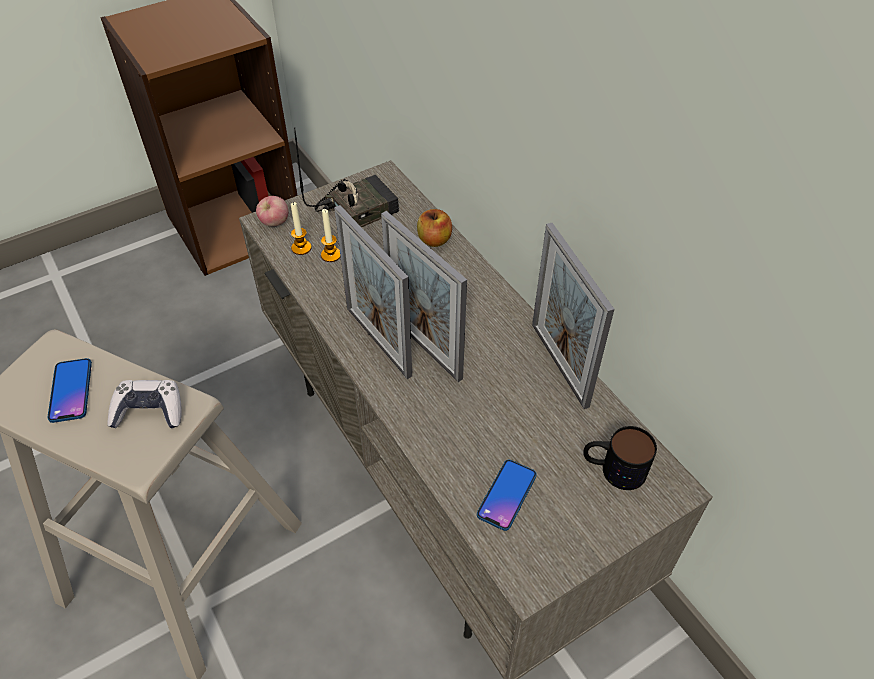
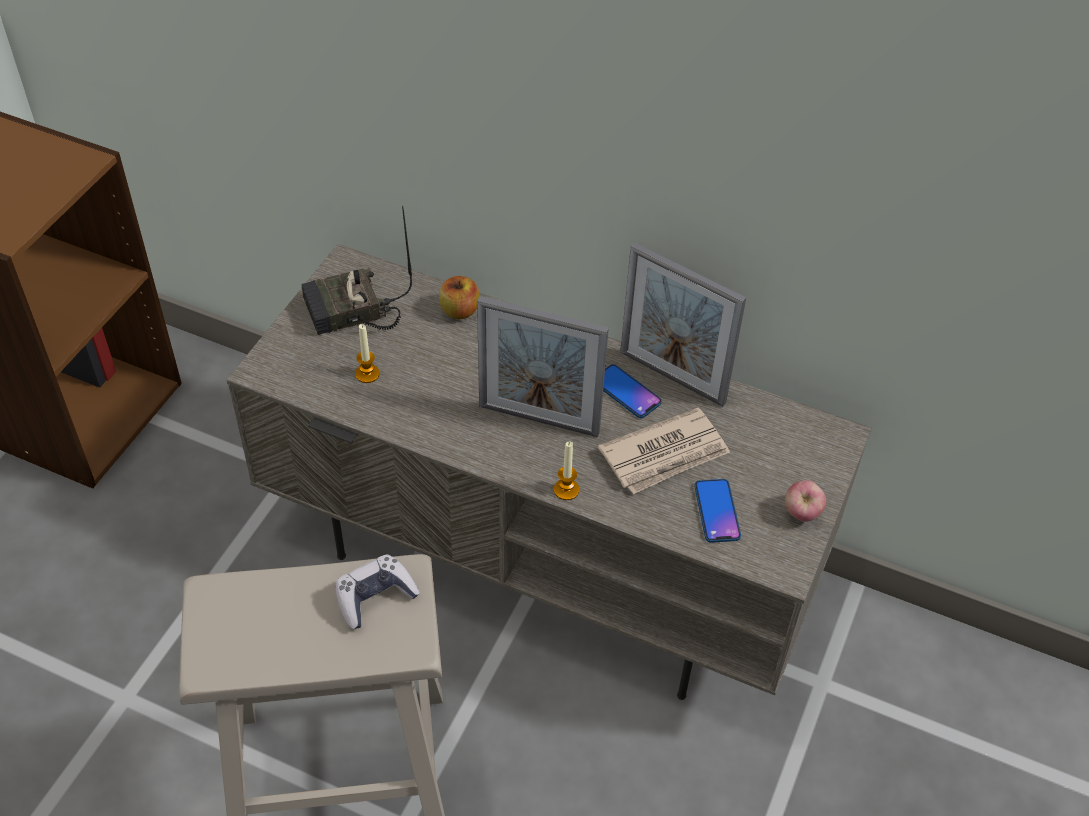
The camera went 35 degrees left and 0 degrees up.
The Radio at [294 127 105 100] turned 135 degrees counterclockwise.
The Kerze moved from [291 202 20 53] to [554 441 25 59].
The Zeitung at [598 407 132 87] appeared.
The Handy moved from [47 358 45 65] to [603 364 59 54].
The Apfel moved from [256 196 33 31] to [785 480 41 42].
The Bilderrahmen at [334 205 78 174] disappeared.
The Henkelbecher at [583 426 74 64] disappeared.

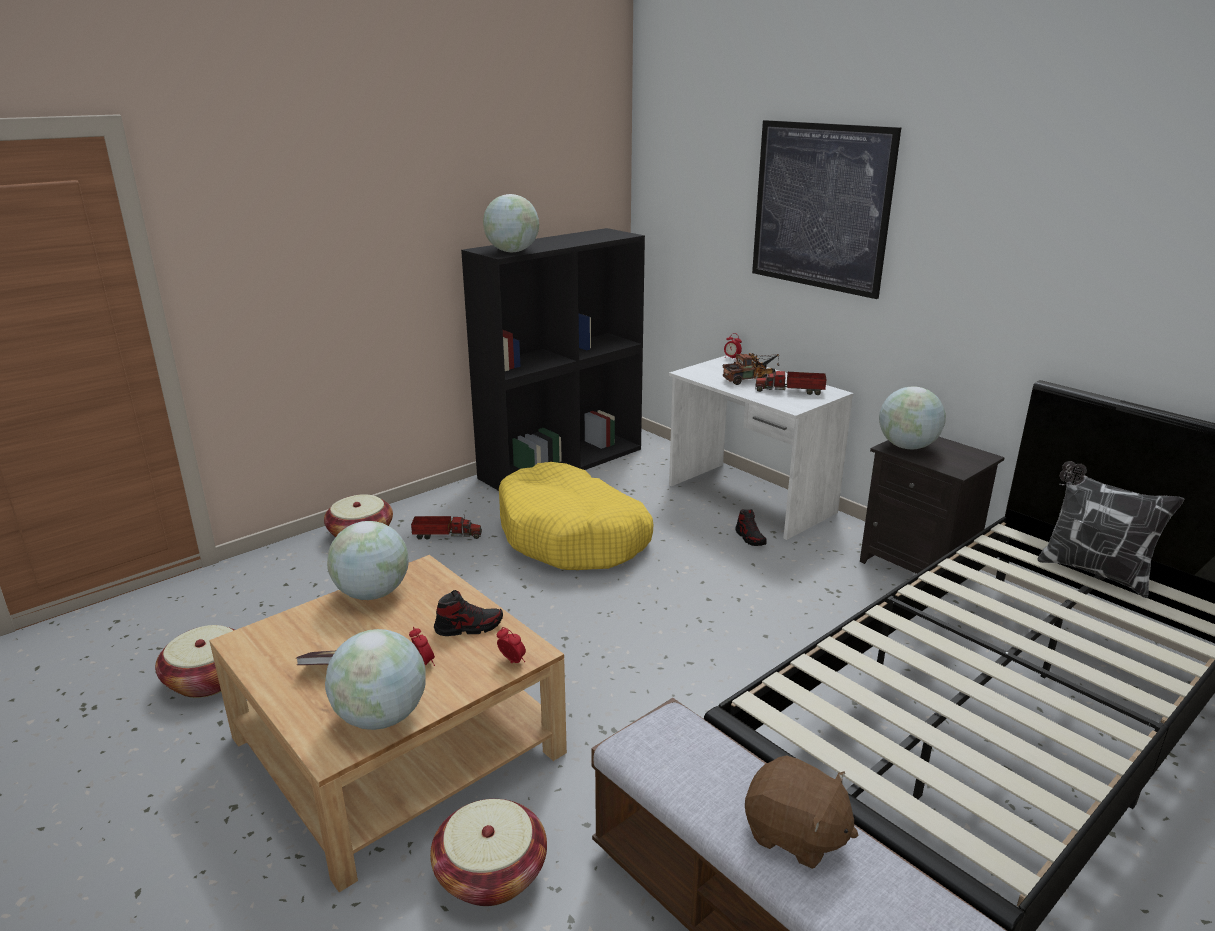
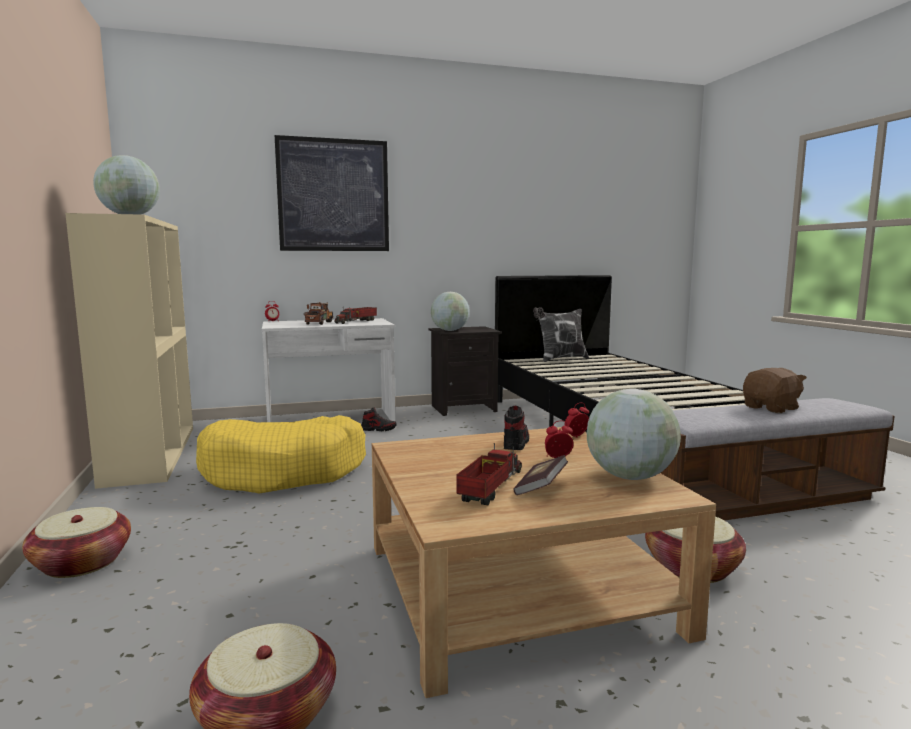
The camera went 65 degrees left and 15 degrees down.
The Bücherregal/schwarz at [461 228 184 263] became the Bücherregal/beige at [65 213 128 276].
The Spielzeuglaster moved from [411 514 71 26] to [456 443 66 62].
The Globus at [327 521 81 79] disappeared.

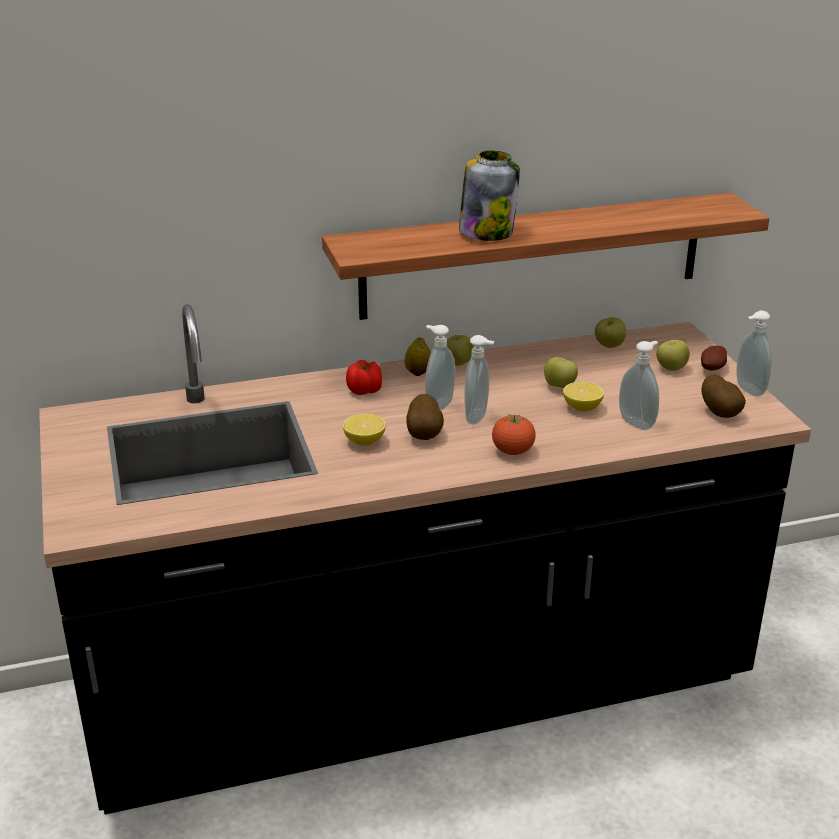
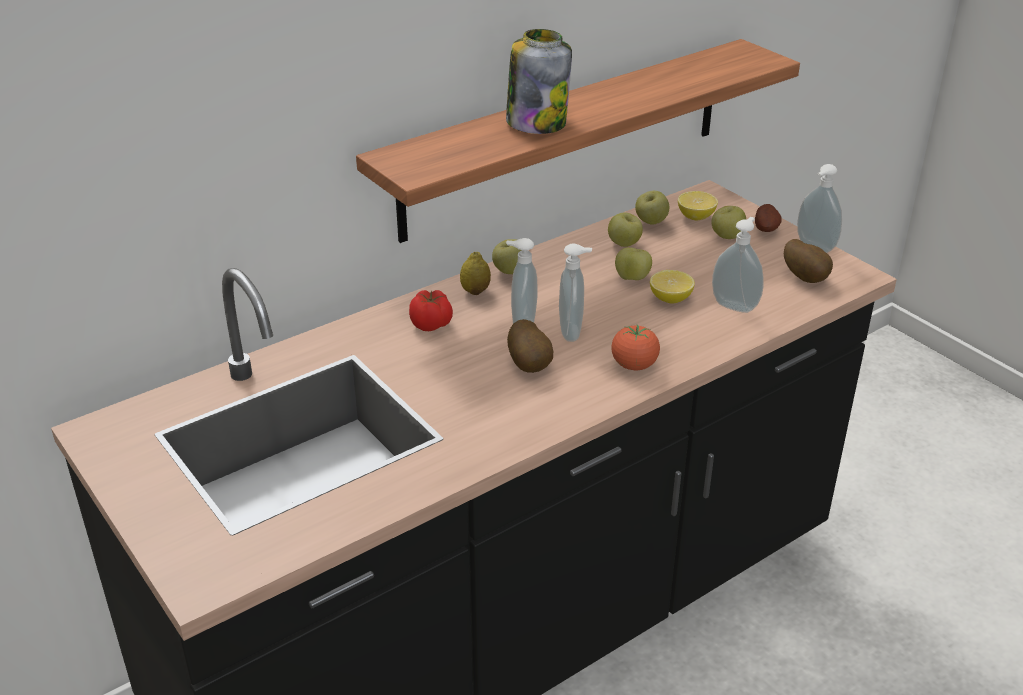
The camera went 20 degrees left and 5 degrees up.
The Apfel at [608 212 35 35] appeared.
The Zitrone moved from [343 414 43 32] to [678 191 40 29].

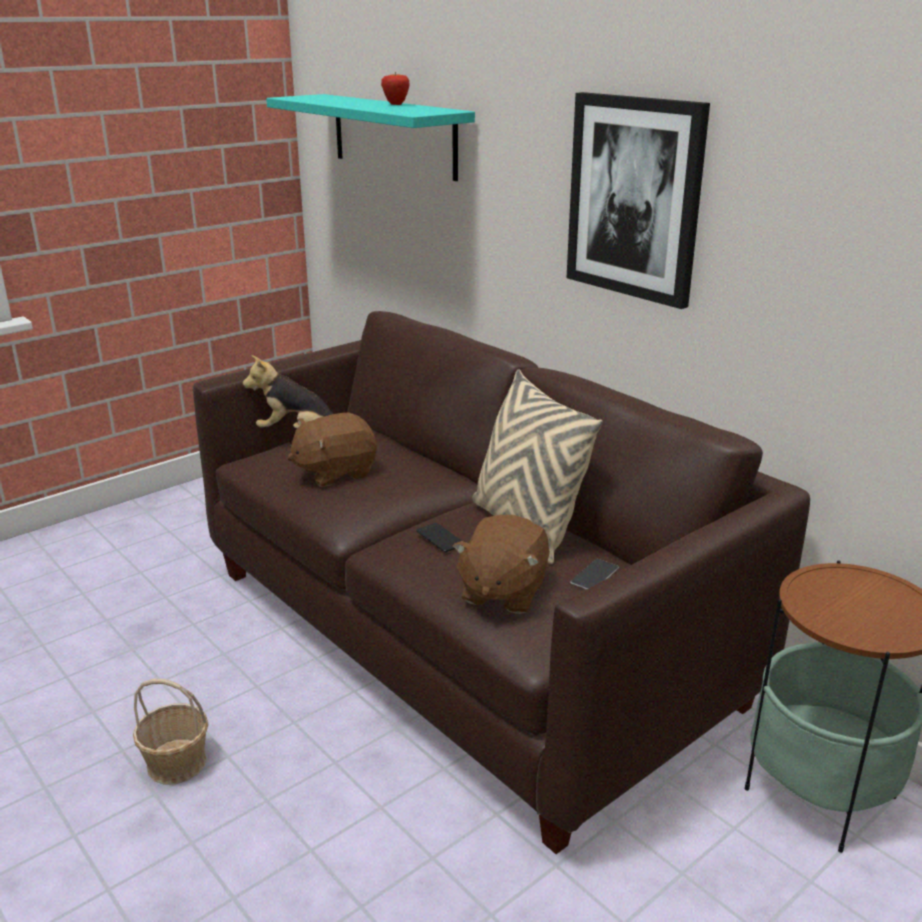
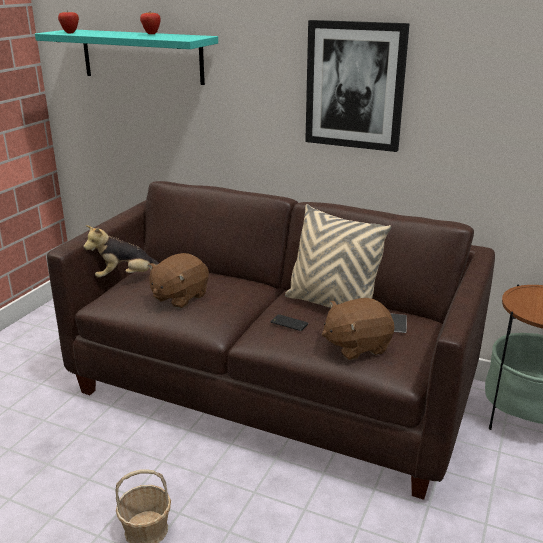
The camera went 25 degrees left and 0 degrees up.
The Apfel at [58 10 21 23] appeared.
The Plüschtier/braun at [453 515 97 99] turned 75 degrees clockwise.

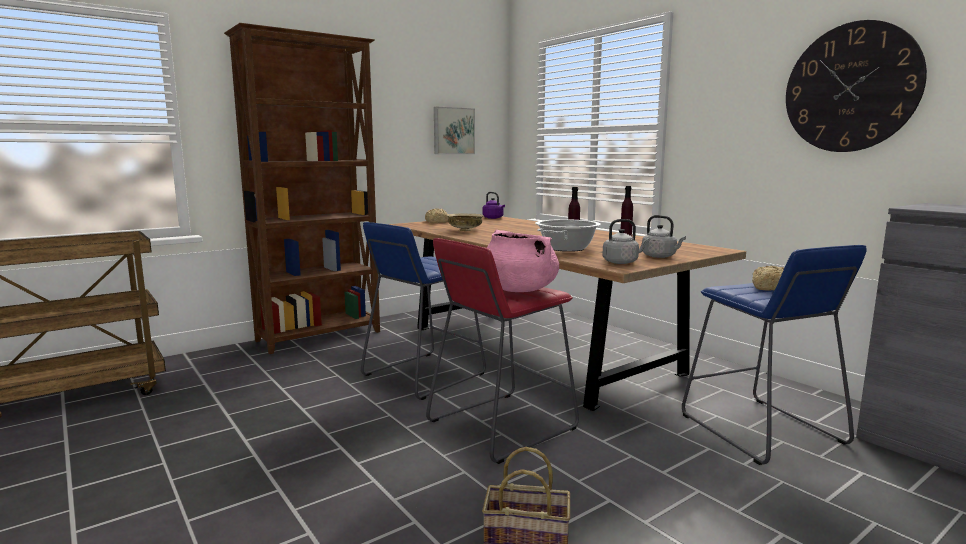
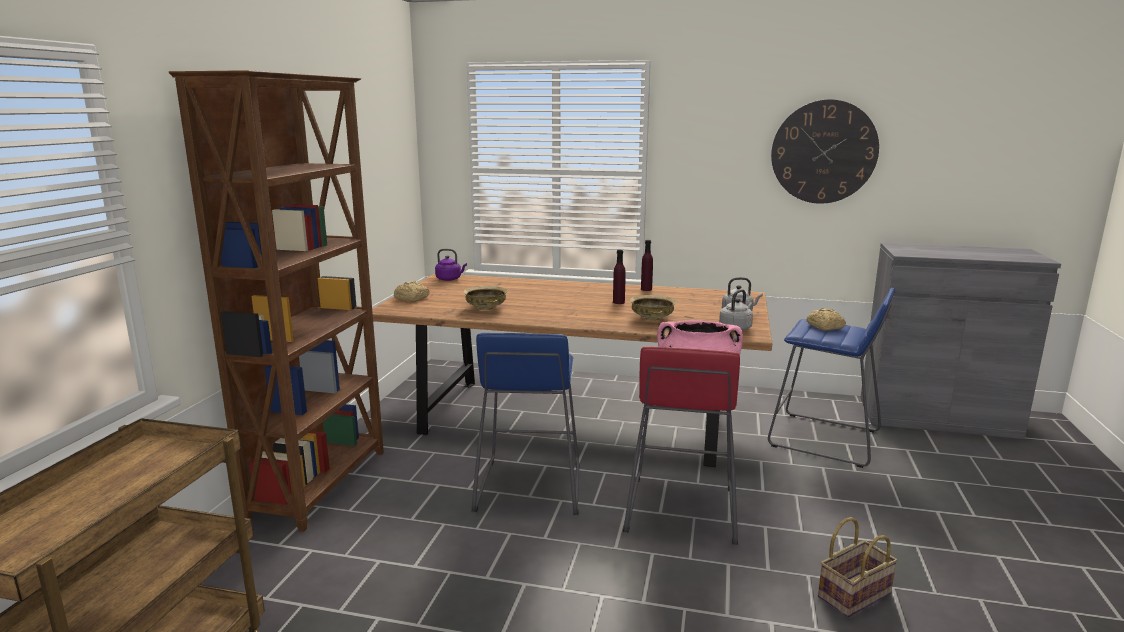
The camera went 40 degrees left and 5 degrees up.
The Kochtopf at [535 219 66 33] was replaced by the Schüssel/beige at [630 295 46 26].
The Bild at [434 107 41 47] disappeared.

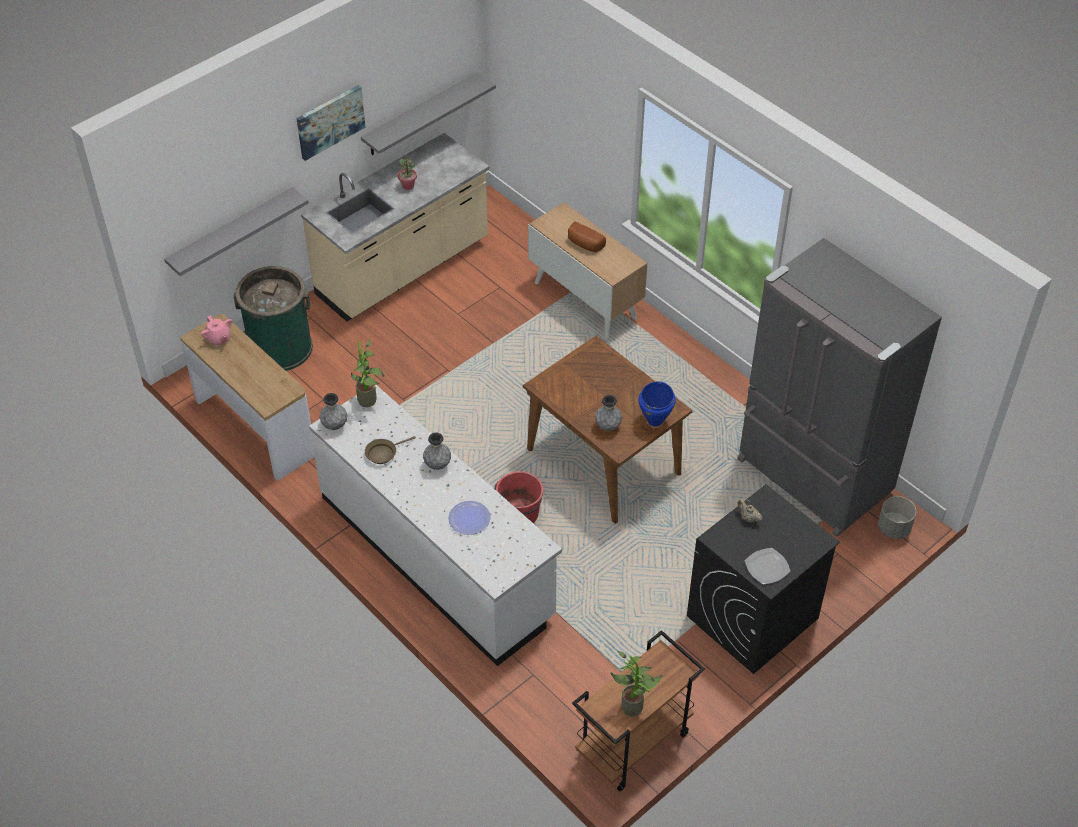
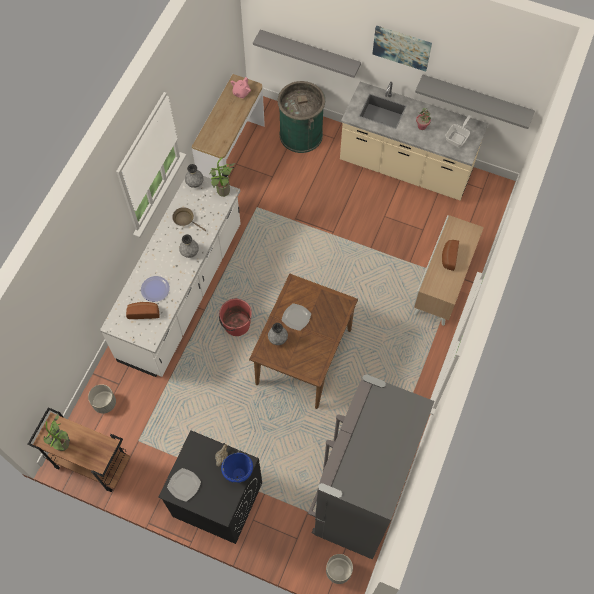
The camera went 65 degrees right and 15 degrees up.
The Pflanzkübel/grau at [88 384 28 30] appeared.
The Brot at [126 302 33 17] appeared.
The Kochtopf/blau moved from [638 381 38 46] to [221 453 32 30].
The Teller at [282 303 29 28] appeared.
The Pfanne at [446 115 25 32] appeared.

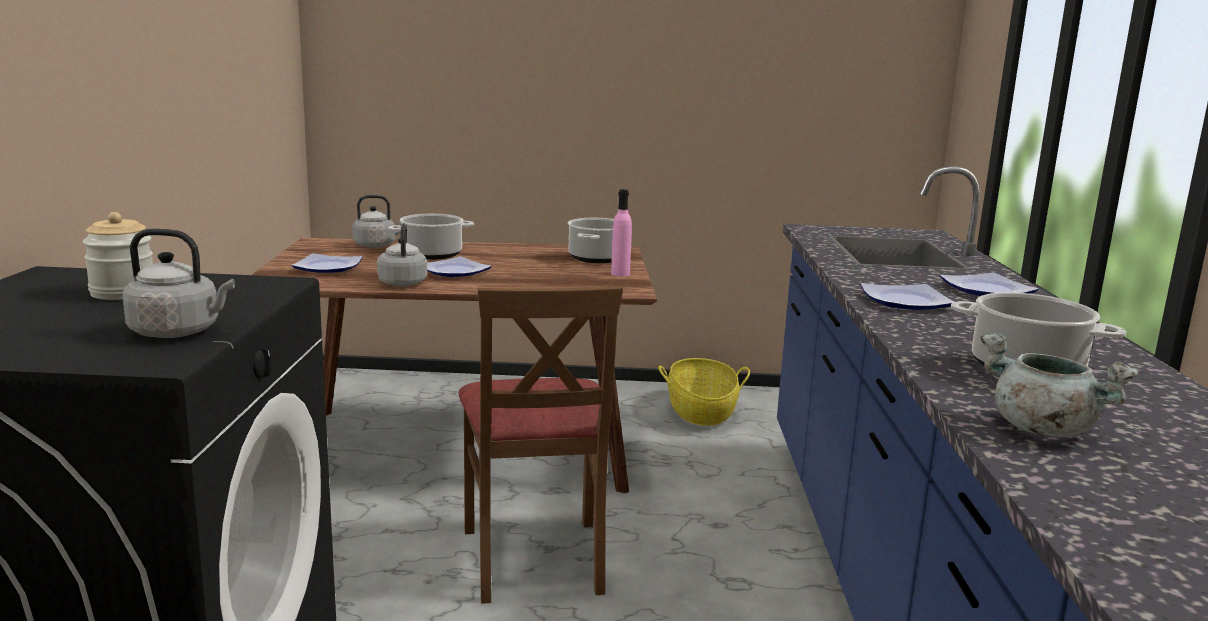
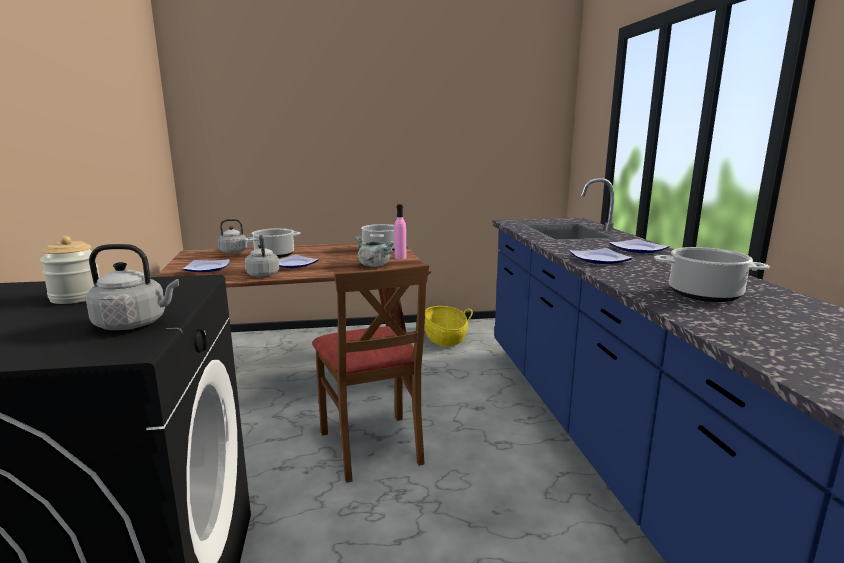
The camera went 10 degrees left and 0 degrees up.
The Kochtopf/grau moved from [981 333 157 105] to [354 236 41 31].

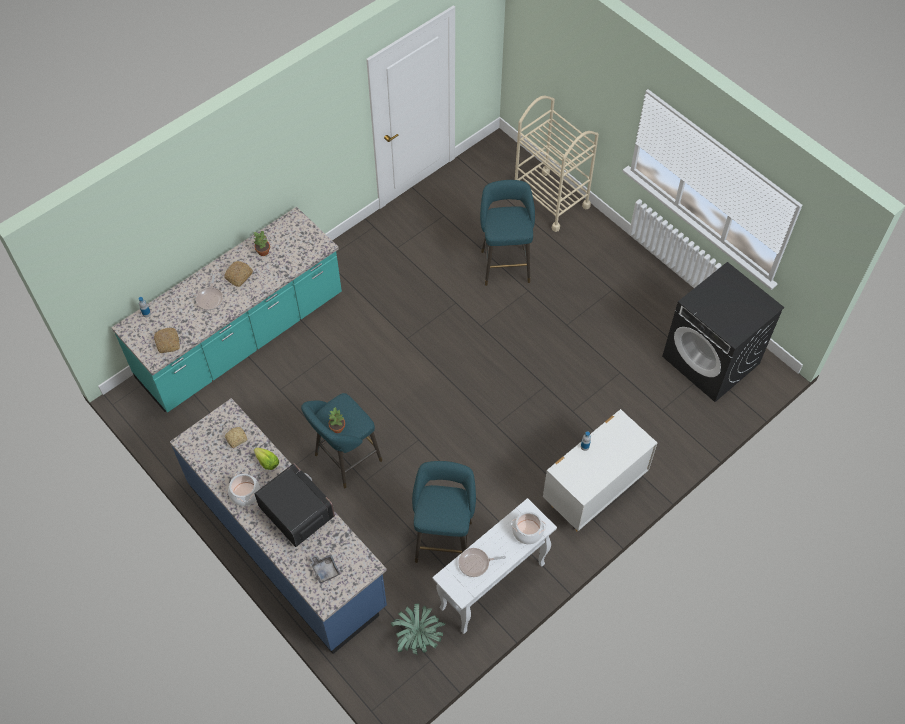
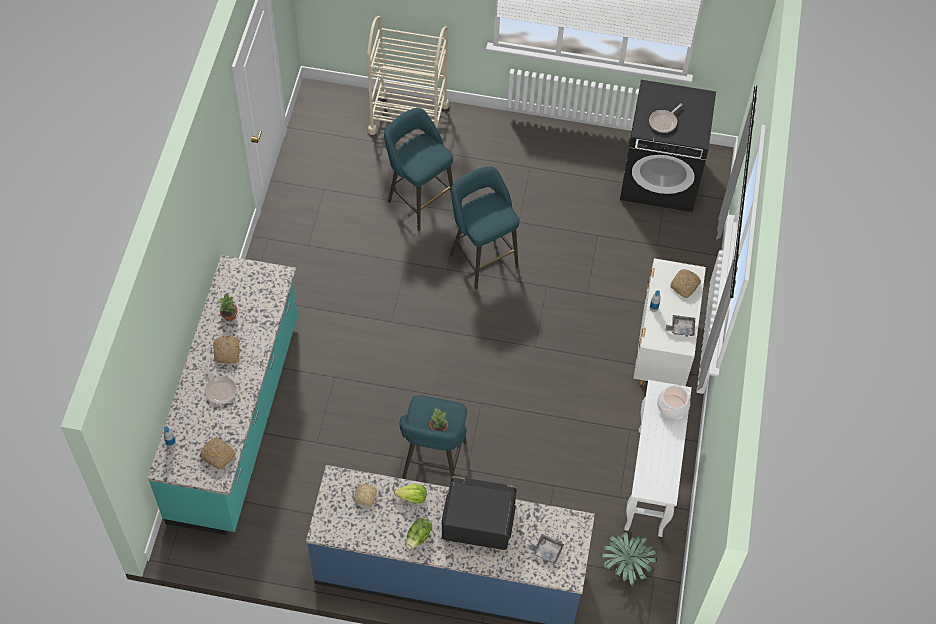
The camera went 40 degrees left and 0 degrees up.
The Kochtopf at [228 472 32 34] was replaced by the Salatkopf at [405 518 27 31].
The Hocker/türkis moved from [412 461 64 102] to [451 166 68 123].
The Pfanne moved from [458 548 48 29] to [649 103 33 30].
The Tablett/grau at [666 315 29 22] appeared.
The Brot at [670 269 31 29] appeared.

